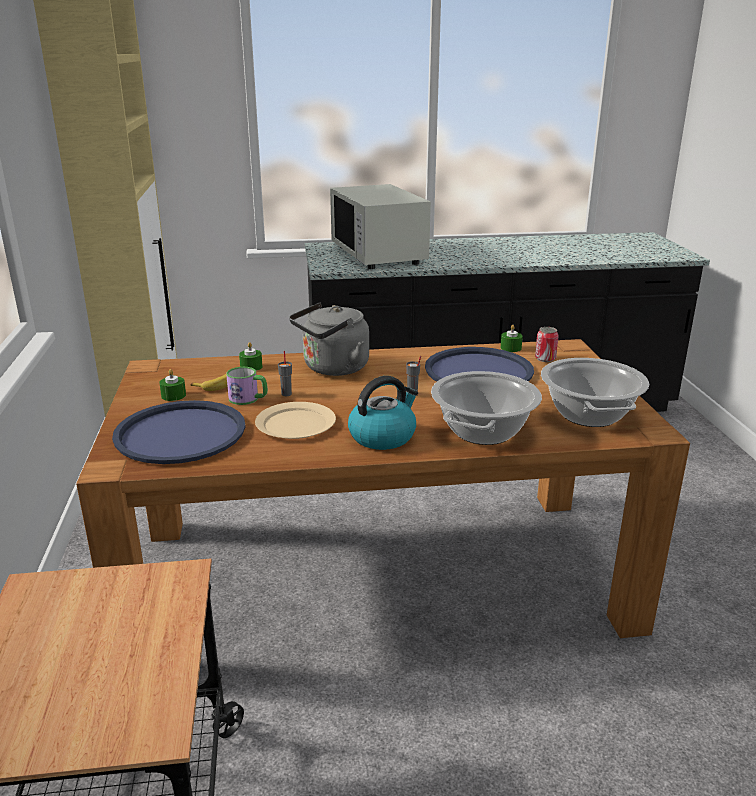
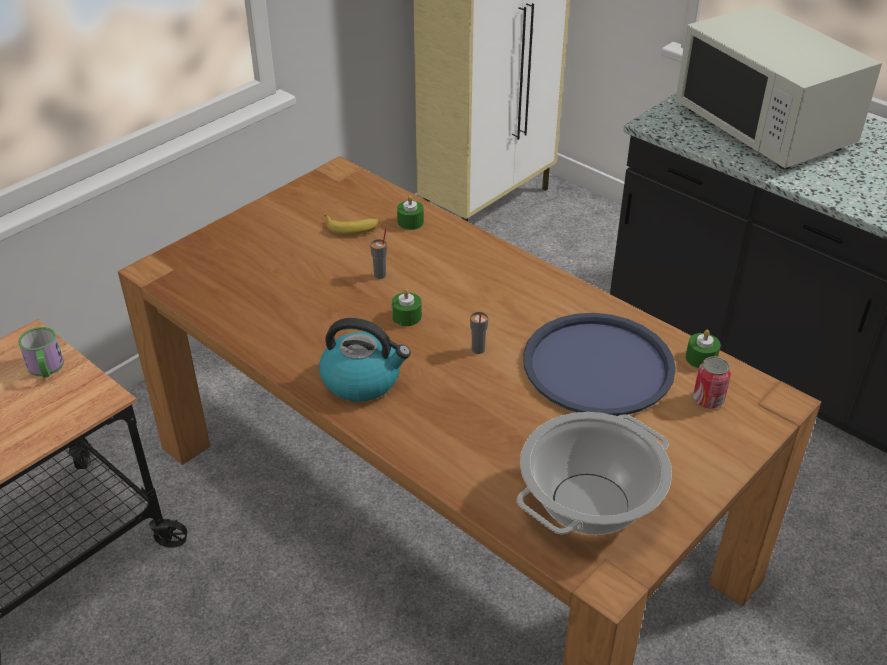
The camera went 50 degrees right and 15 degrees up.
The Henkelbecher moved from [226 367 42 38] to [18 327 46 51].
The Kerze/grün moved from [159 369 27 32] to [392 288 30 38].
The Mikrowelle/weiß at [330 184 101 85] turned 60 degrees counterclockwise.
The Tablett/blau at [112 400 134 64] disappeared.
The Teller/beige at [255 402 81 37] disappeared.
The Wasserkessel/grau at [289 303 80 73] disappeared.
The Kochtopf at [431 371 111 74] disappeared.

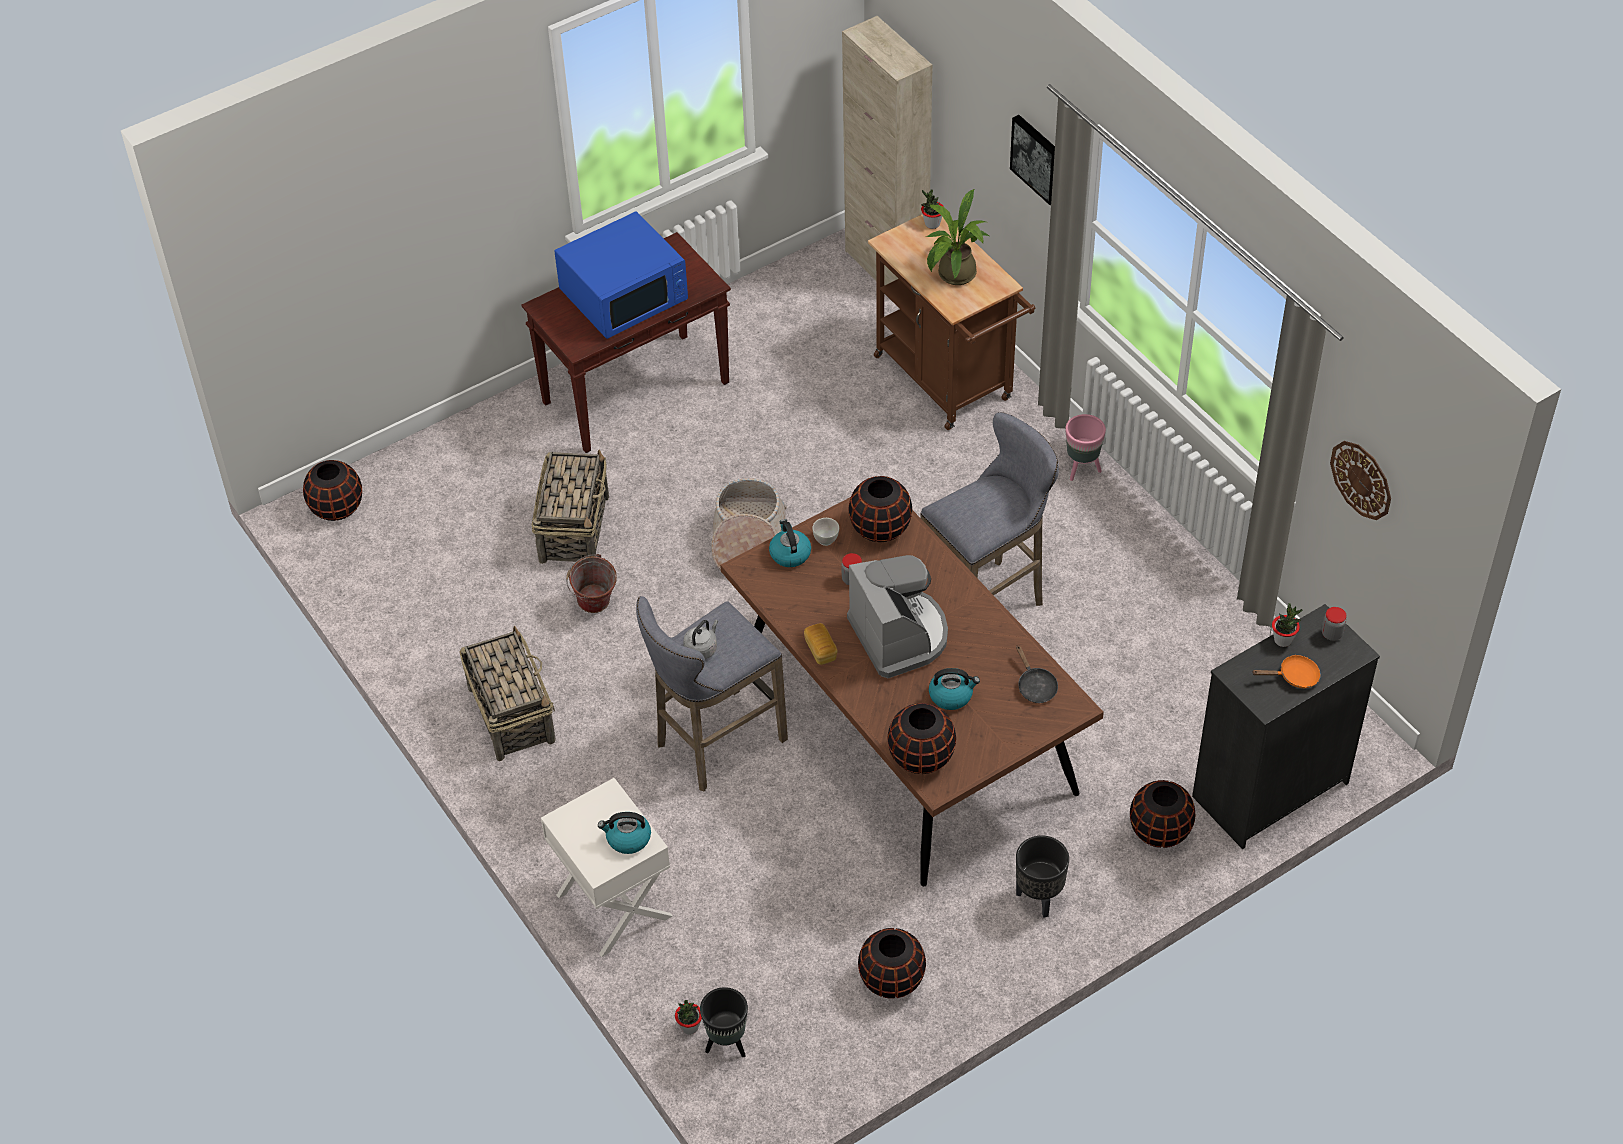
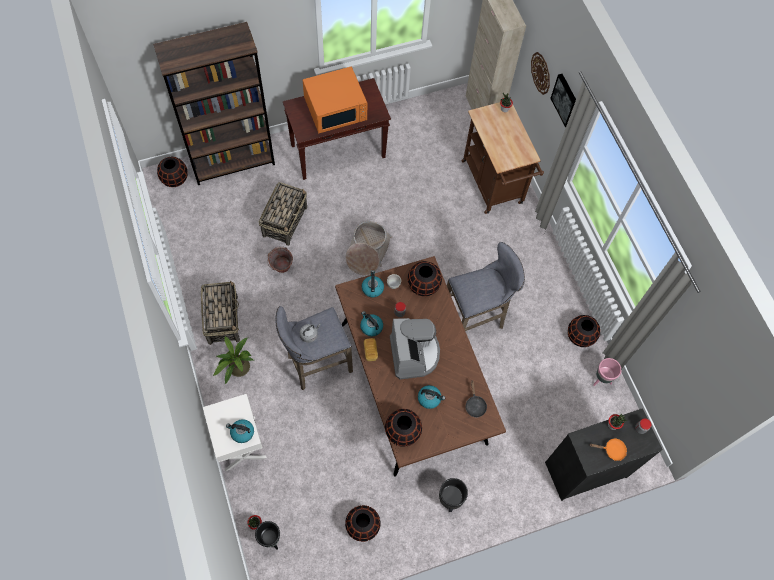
The camera went 10 degrees right and 15 degrees up.
The Bücherregal/braun at [153 22 122 163] appeared.
The Topfpflanze moved from [926 189 63 96] to [213 336 40 48].
The Mikrowelle/blau at [554 211 134 128] became the Mikrowelle/orange at [303 66 64 67].
The Wasserkessel at [360 311 23 25] appeared.
The Wanduhr moved from [1330 441 61 79] to [531 52 19 43].
The Vase/schwarz moved from [1130 780 66 68] to [568 315 32 32].
The Pflanzkübel/rosa moved from [1065 414 41 67] to [593 358 29 28].

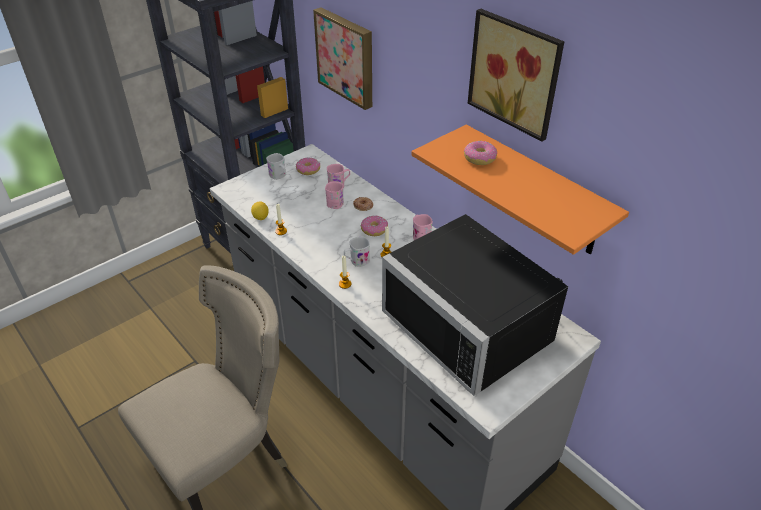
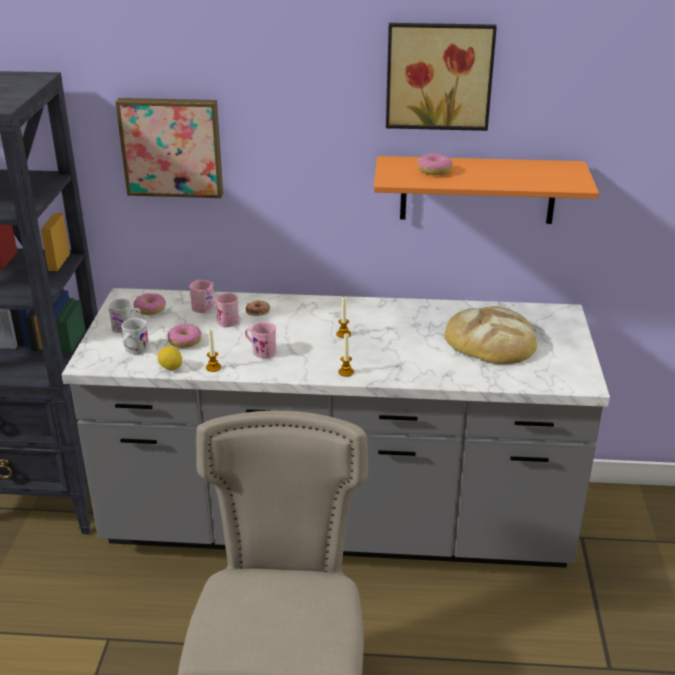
The camera went 45 degrees left and 10 degrees down.
The Henkelbecher/weiß moved from [344 236 26 31] to [121 318 28 36].
The Donut moved from [361 216 27 20] to [167 324 34 24].
The Henkelbecher/rosa moved from [413 214 20 26] to [245 322 31 36].
The Mikrowelle/schwarz at [382 214 186 182] was replaced by the Brot at [445 306 92 58].

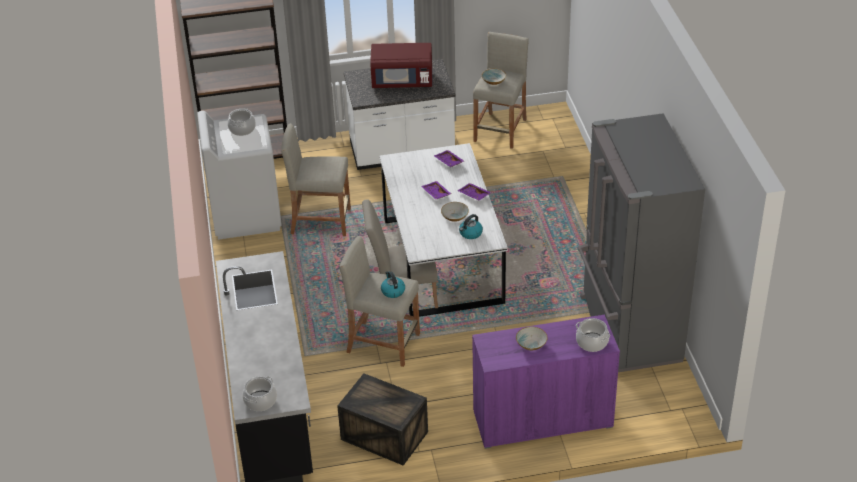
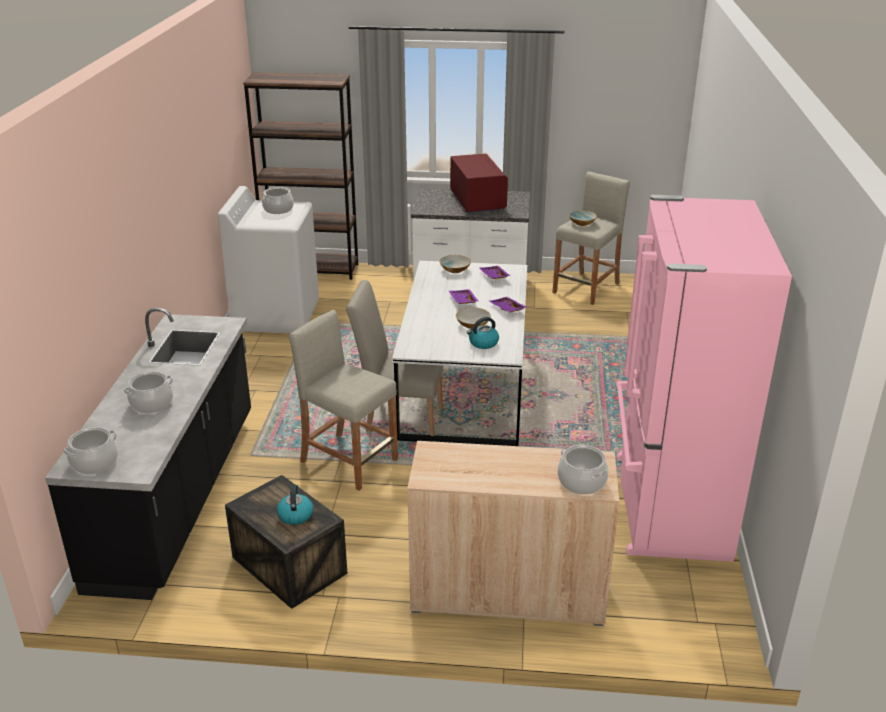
The camera went 15 degrees right and 10 degrees down.
The Kochtopf at [124 371 49 42] appeared.
The Wasserkessel moved from [381 271 24 27] to [277 485 36 40].
The Schrank/lila at [472 314 148 135] became the Schrank/beige at [407 441 212 185].
The Schüssel moved from [516 327 32 23] to [440 255 31 18].
The Mikrowelle/rot at [370 43 62 45] turned 120 degrees counterclockwise.
The Kühlschrank/grau at [577 113 128 259] became the Kühlschrank/rosa at [616 195 176 367].
The Hocker/beige at [281 124 70 112] disappeared.

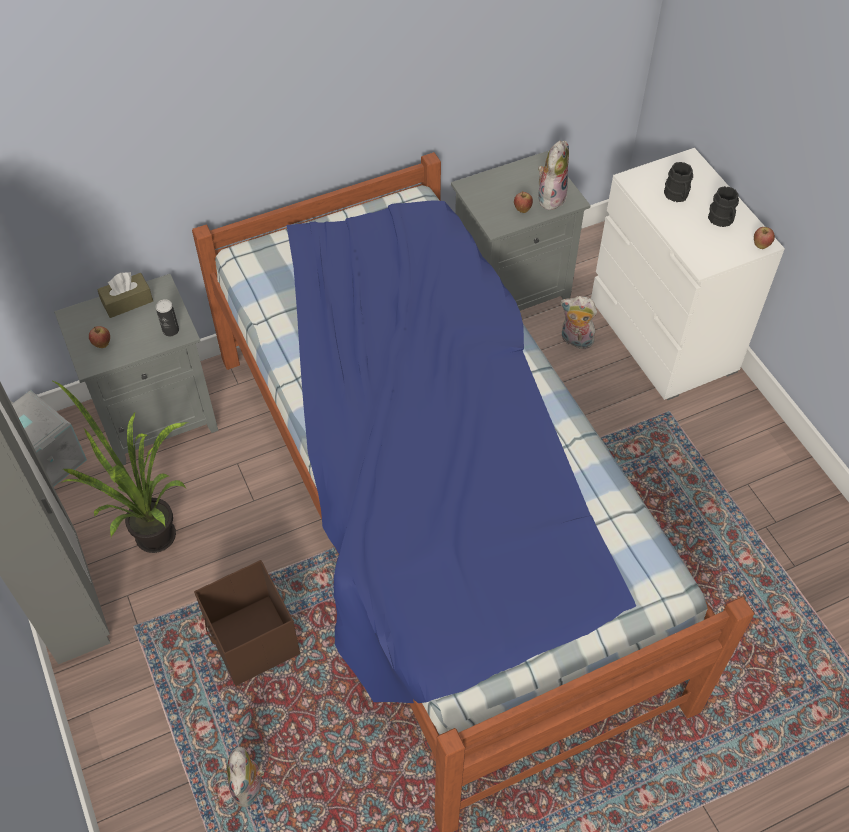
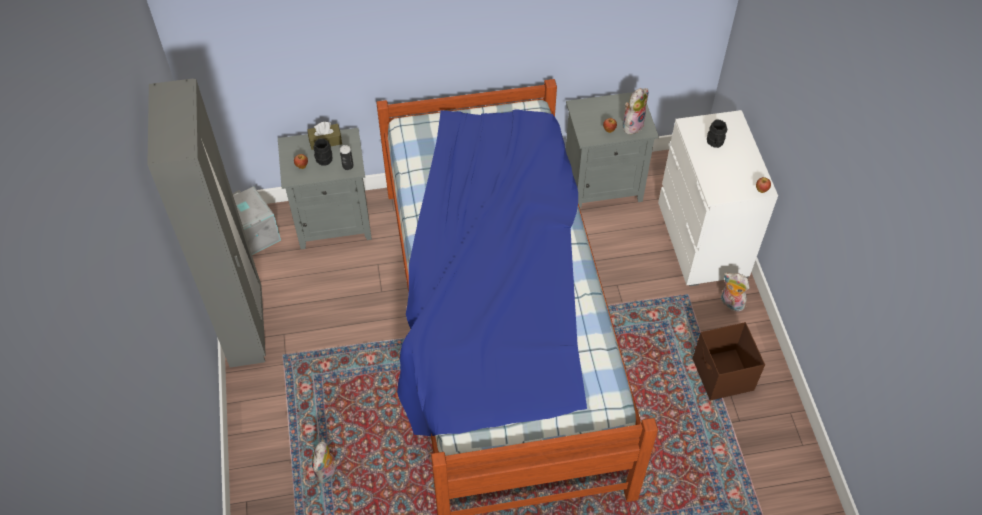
The camera went 15 degrees right and 0 degrees up.
The Henkelbecher/schwarz moved from [708 186 31 41] to [314 138 19 28].
The Aufbewahrungsbox/braun moved from [194 560 106 126] to [693 322 72 79].
The Plüschtier moved from [561 296 36 53] to [721 273 28 39].
The Topfpflanze at [51 380 139 173] disappeared.

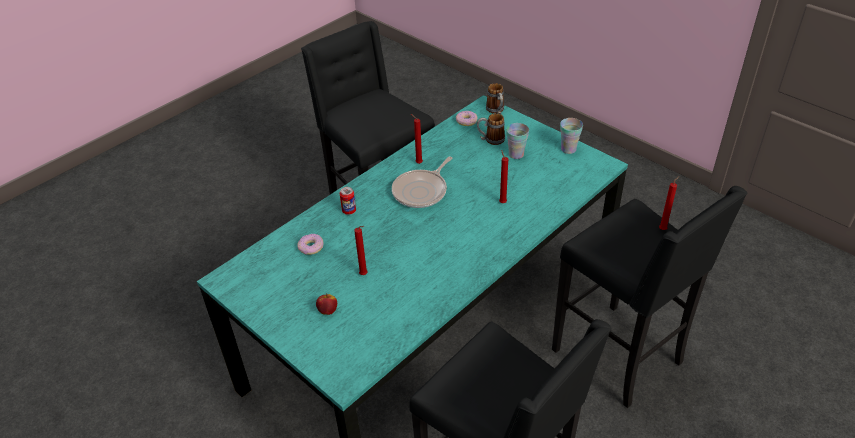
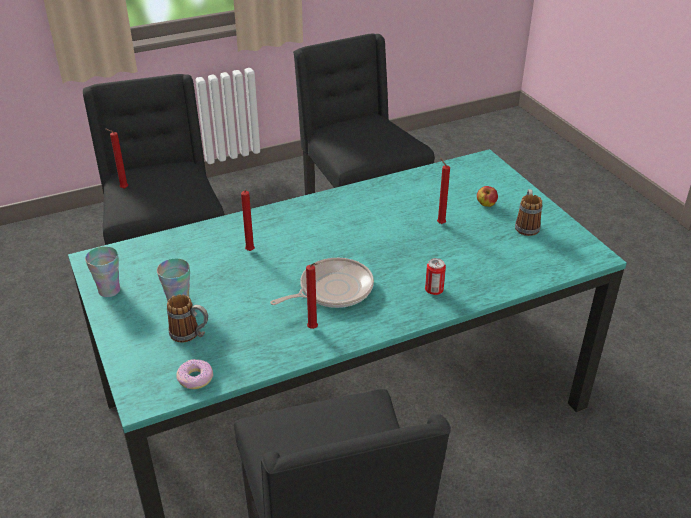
The camera went 160 degrees left and 5 degrees down.
The Henkelbecher moved from [486 83 18 31] to [515 189 27 47].
The Donut at [297 234 27 21] disappeared.

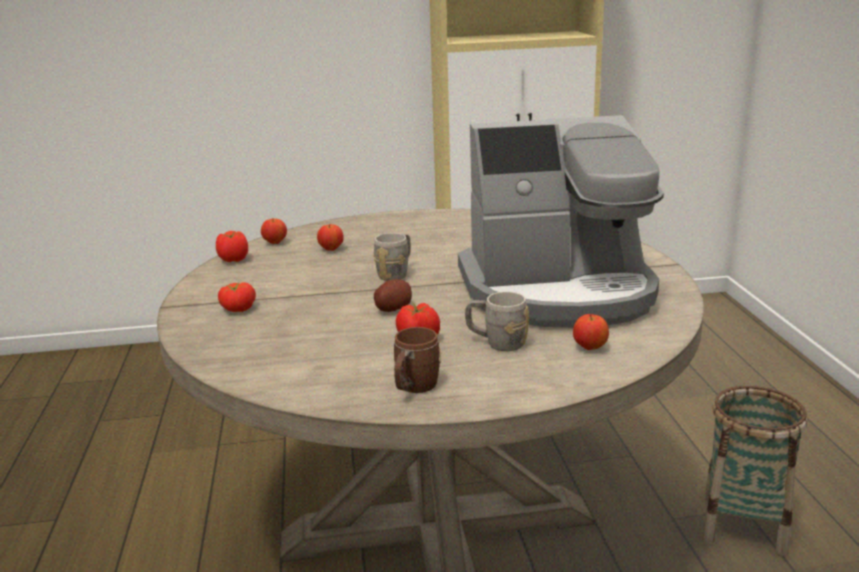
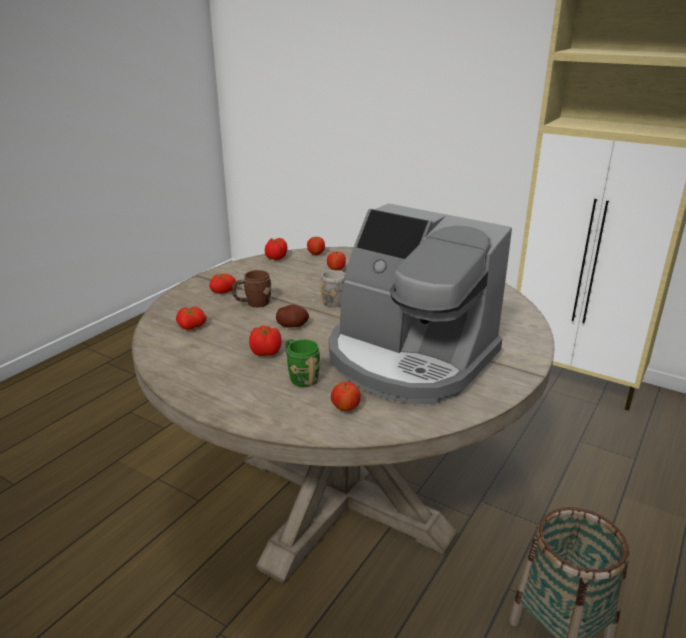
The camera went 40 degrees right and 5 degrees up.
The Tomate at [176 307 30 23] appeared.
The Henkelbecher/braun moved from [394 327 47 66] to [232 270 39 37].
The Henkelbecher/grau at [465 292 64 59] became the Henkelbecher/grün at [286 339 35 48].

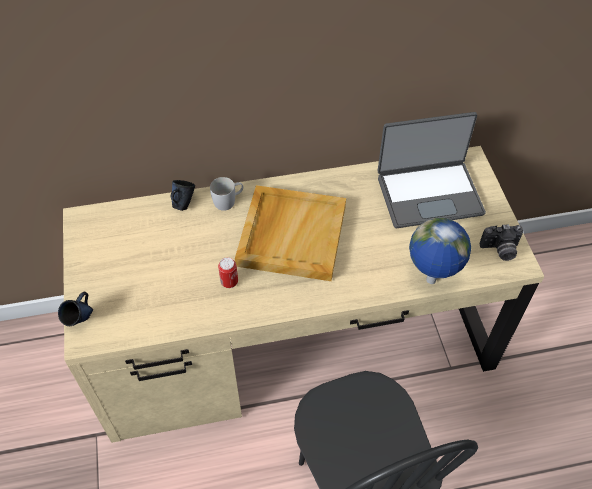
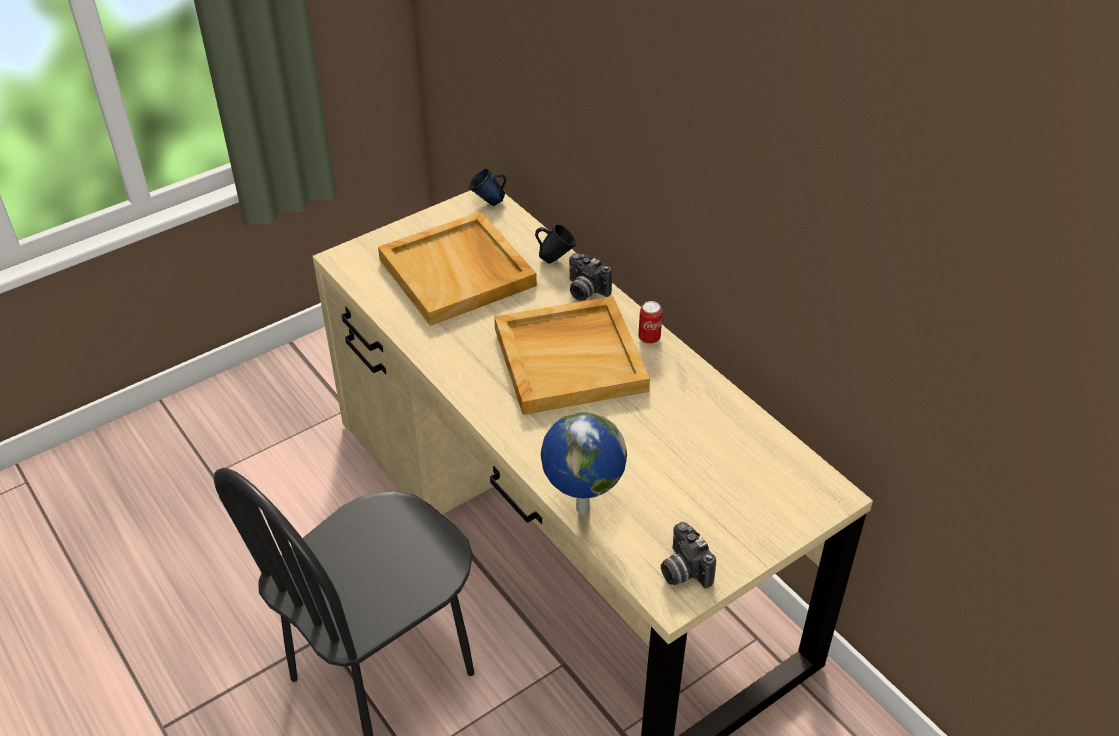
The camera went 65 degrees right and 10 degrees down.
The Tablett/beige at [378 212 159 114] appeared.
The Henkelbecher/blau moved from [58 292 35 34] to [469 169 38 37].
The Henkelbecher/weiß at [210 177 33 34] was replaced by the Kamera at [569 253 43 48].
The Dose moved from [218 257 20 31] to [638 301 25 43].
The Laptop at [378 112 108 116] disappeared.

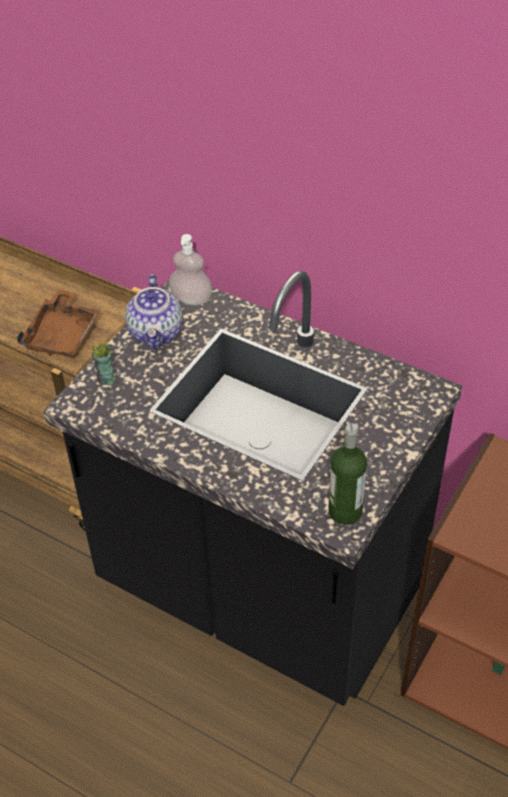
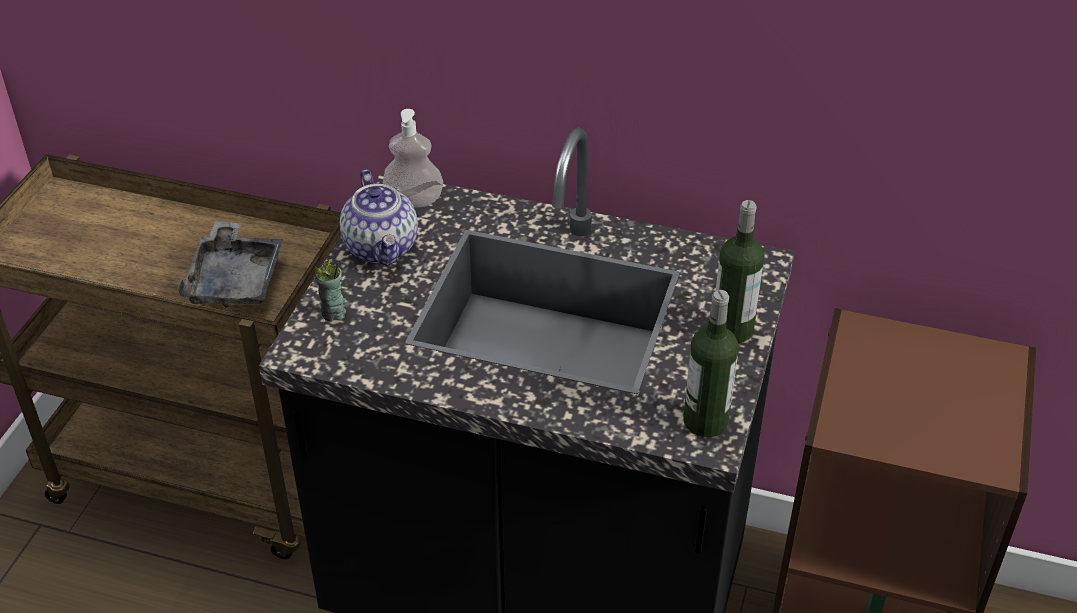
The camera went 15 degrees left and 5 degrees down.
The Tablett/braun at [17 289 84 68] became the Tablett/grau at [177 221 106 87].
The Flasche at [716 200 49 143] appeared.

